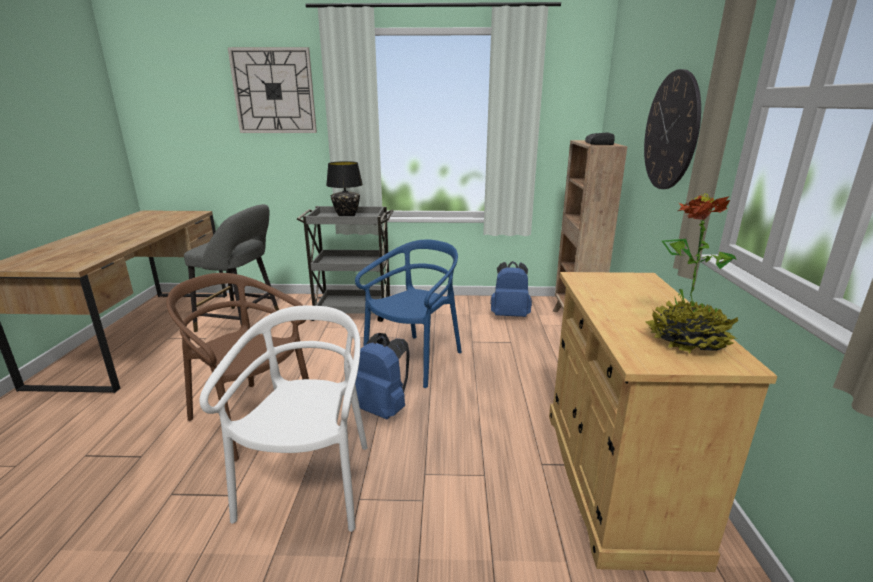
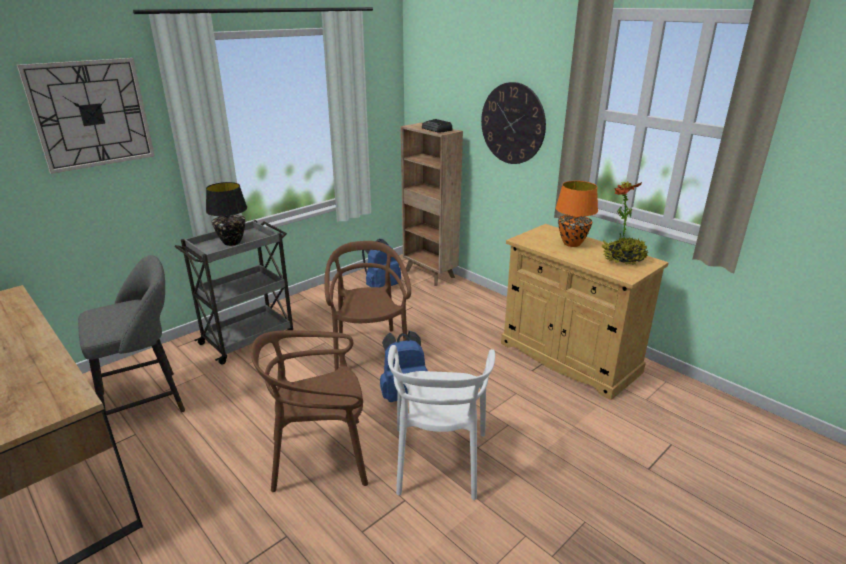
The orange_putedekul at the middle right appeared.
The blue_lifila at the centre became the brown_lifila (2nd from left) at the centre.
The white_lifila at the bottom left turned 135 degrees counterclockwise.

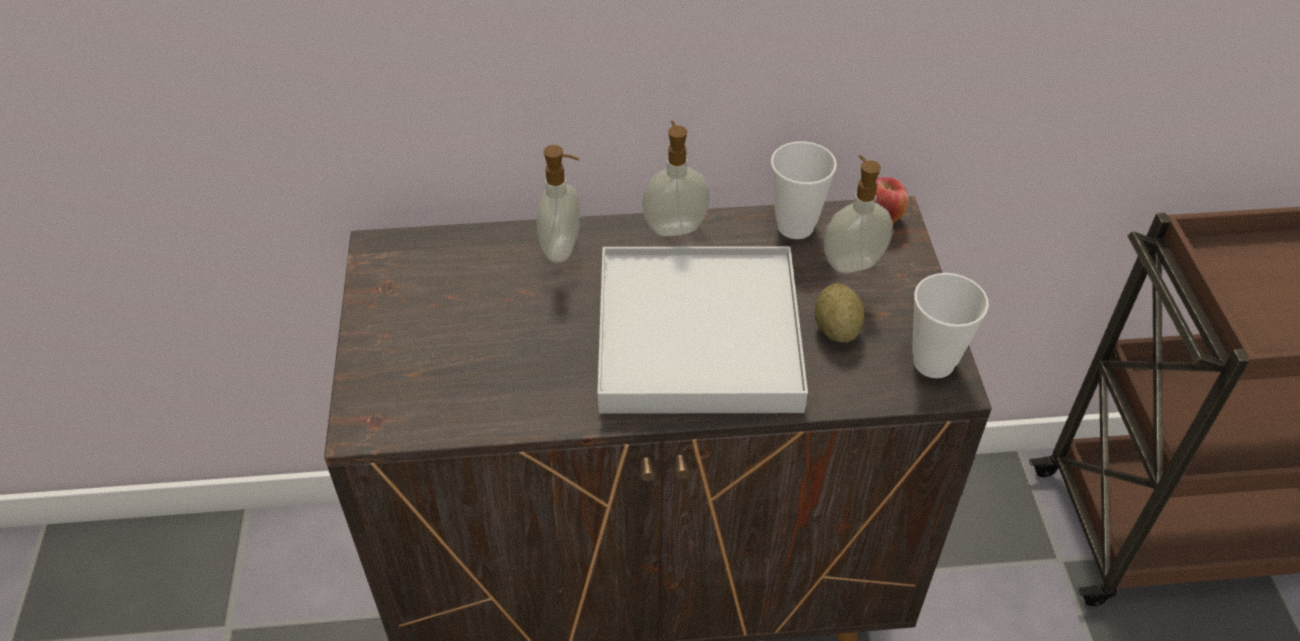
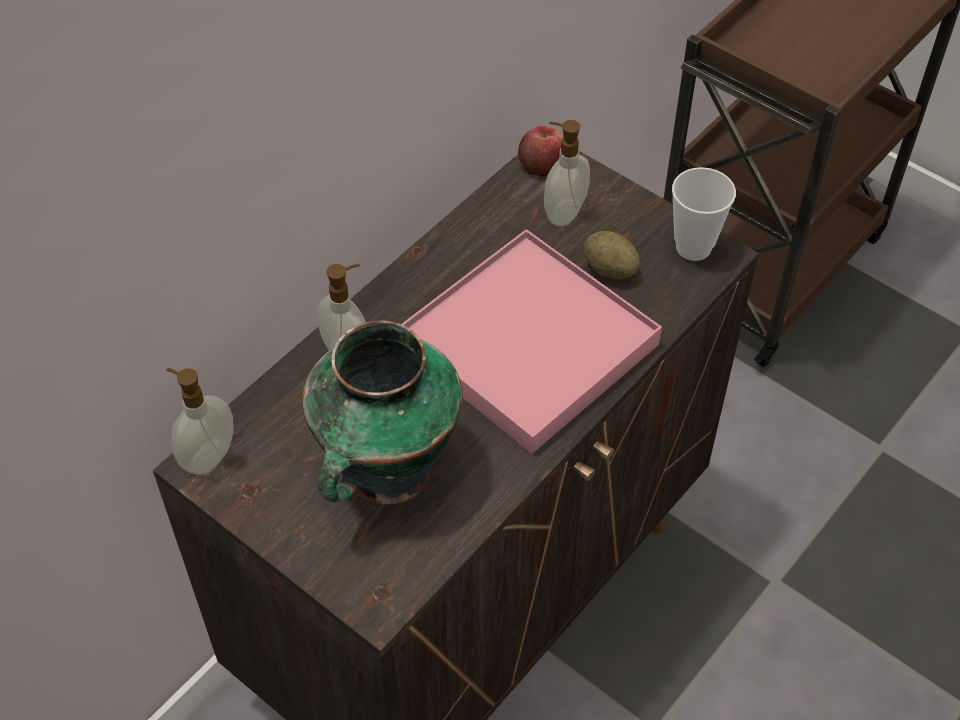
The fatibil (1st from left) at the top centre disappeared.
The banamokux at the centre appeared.
The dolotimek (2nd from left in the first image) moved from the top centre to the middle left.
The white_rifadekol at the centre became the pink_rifadekol at the centre.

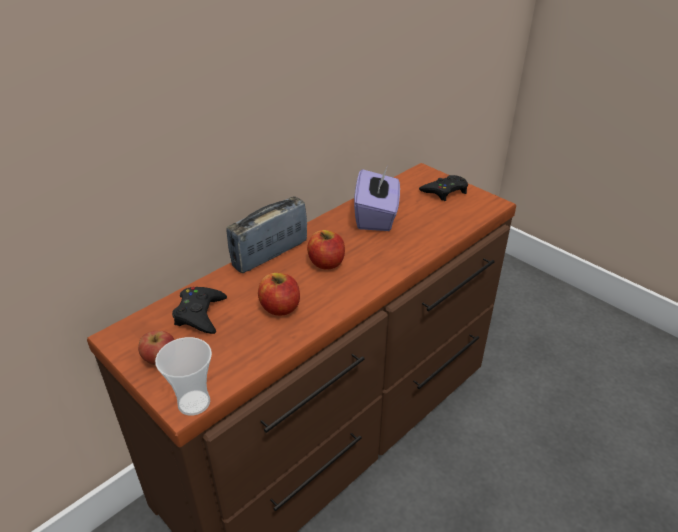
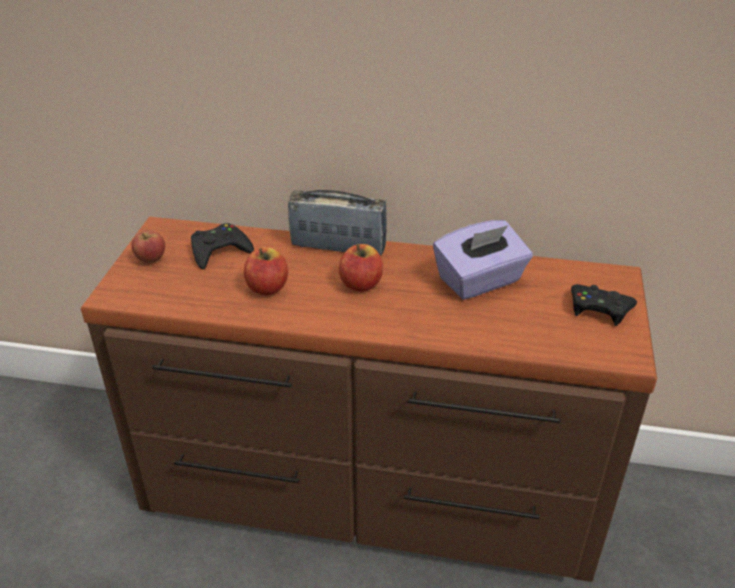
The fatibil at the bottom left disappeared.

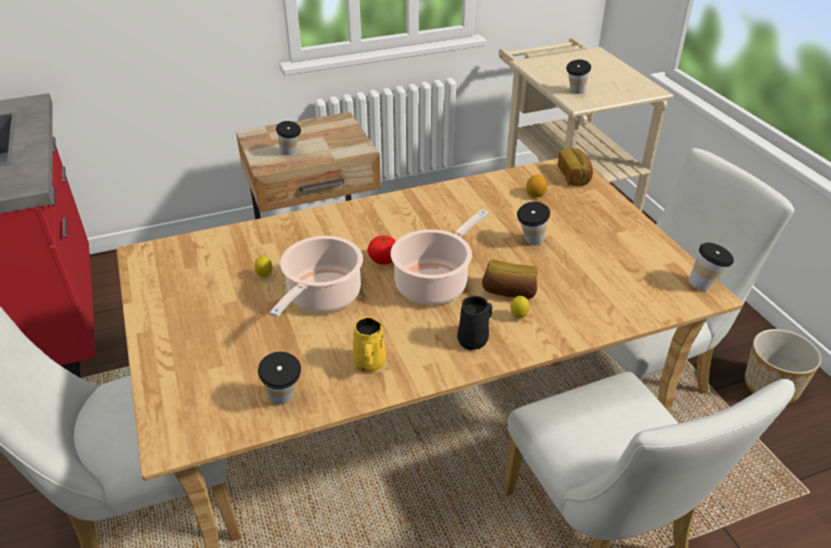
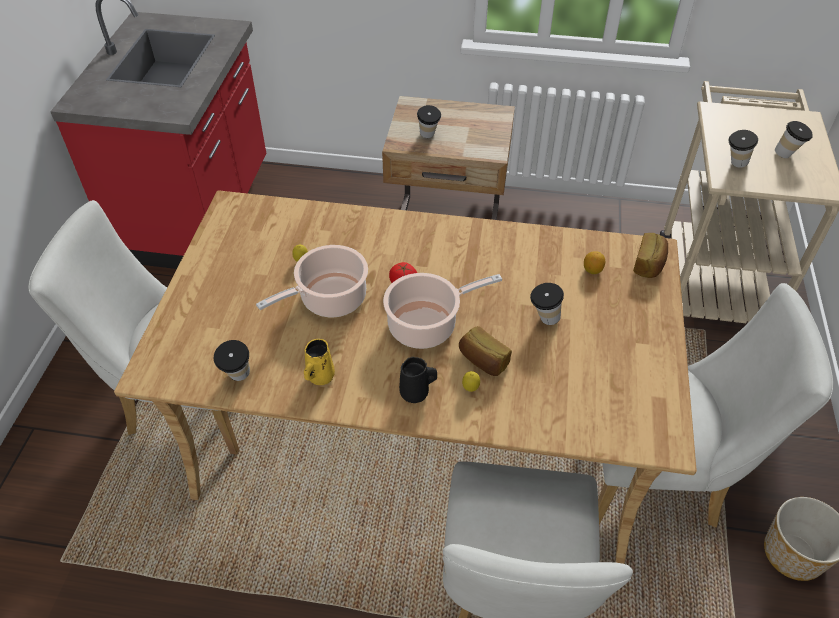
The fatibil (5th from left) moved from the middle right to the top right.

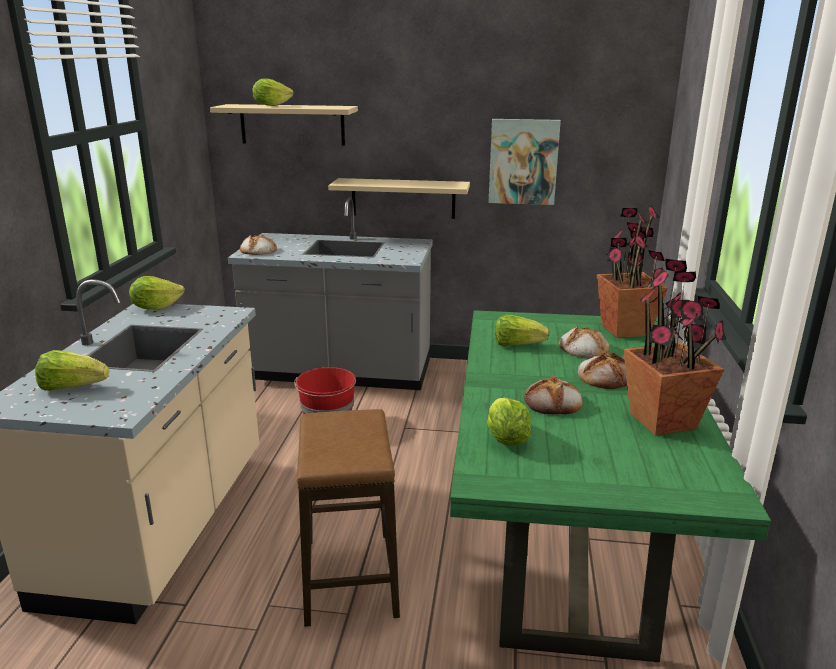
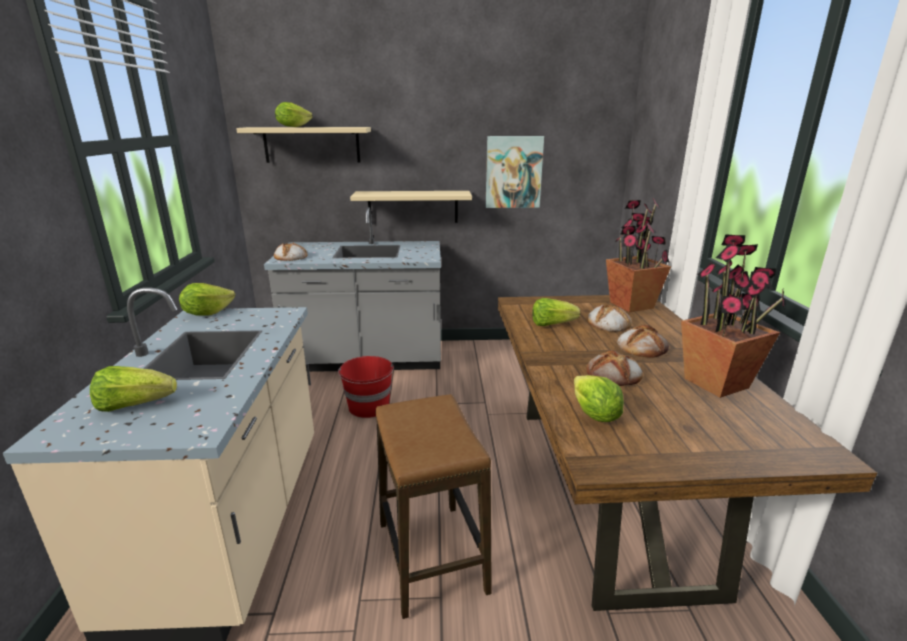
The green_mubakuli at the bottom right became the brown_mubakuli at the bottom right.

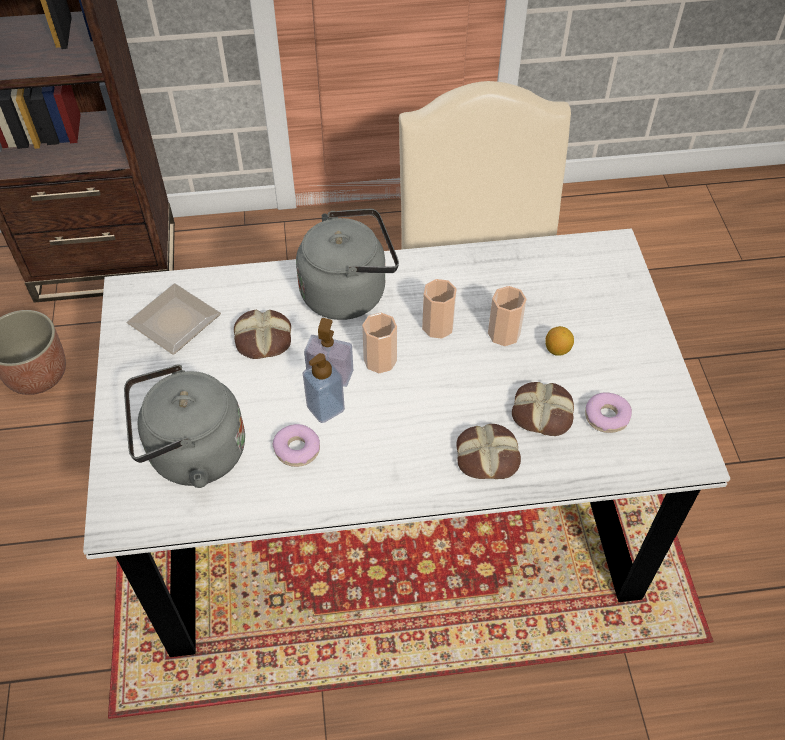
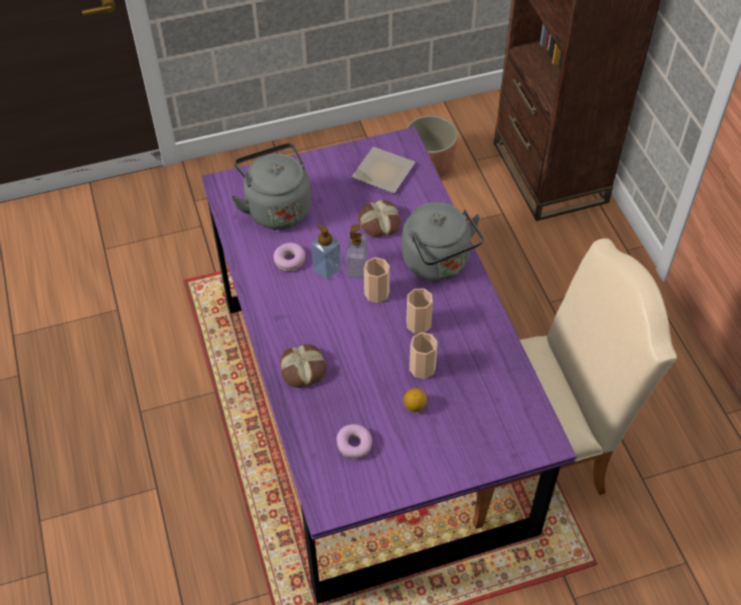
The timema (3rd from left) at the middle right disappeared.
The white_mubakuli at the centre became the purple_mubakuli at the centre.

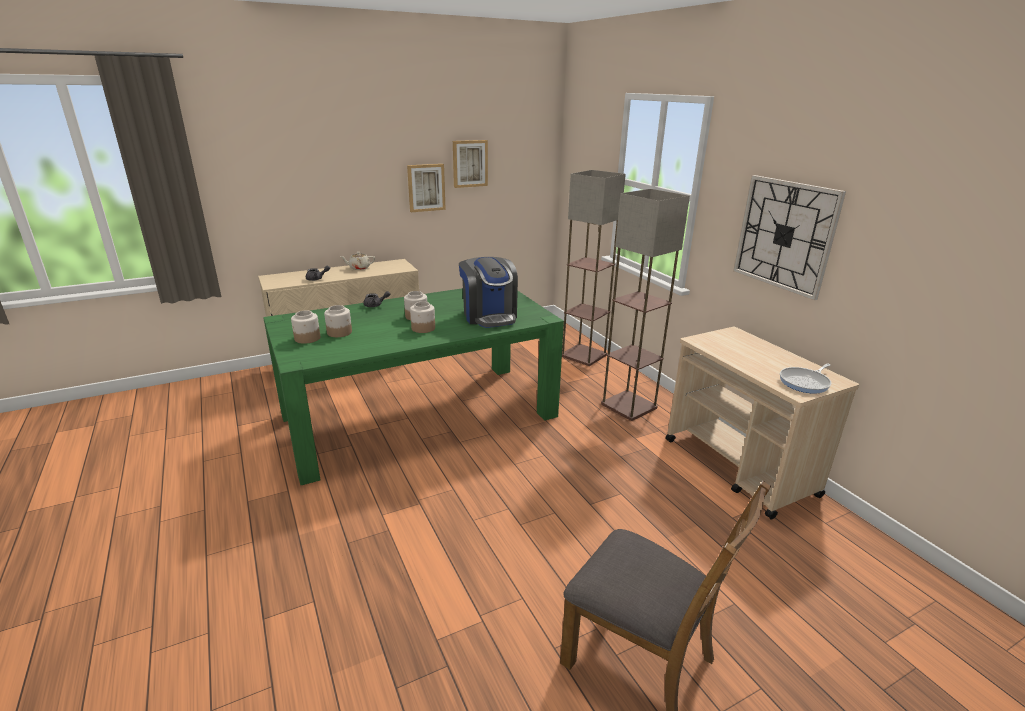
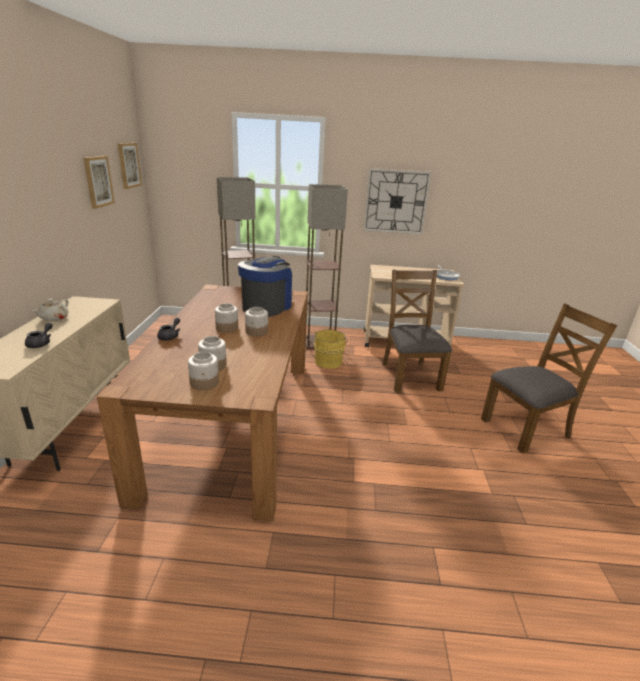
The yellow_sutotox at the centre appeared.
The brown_lifila (1st from left) at the centre appeared.
The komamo (1st from left in the first image) moved from the top centre to the top left.
The green_mubakuli at the centre became the brown_mubakuli at the middle left.
The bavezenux at the centre turned 75 degrees counterclockwise.

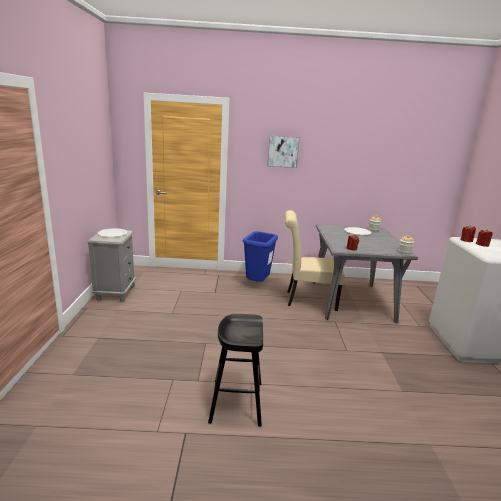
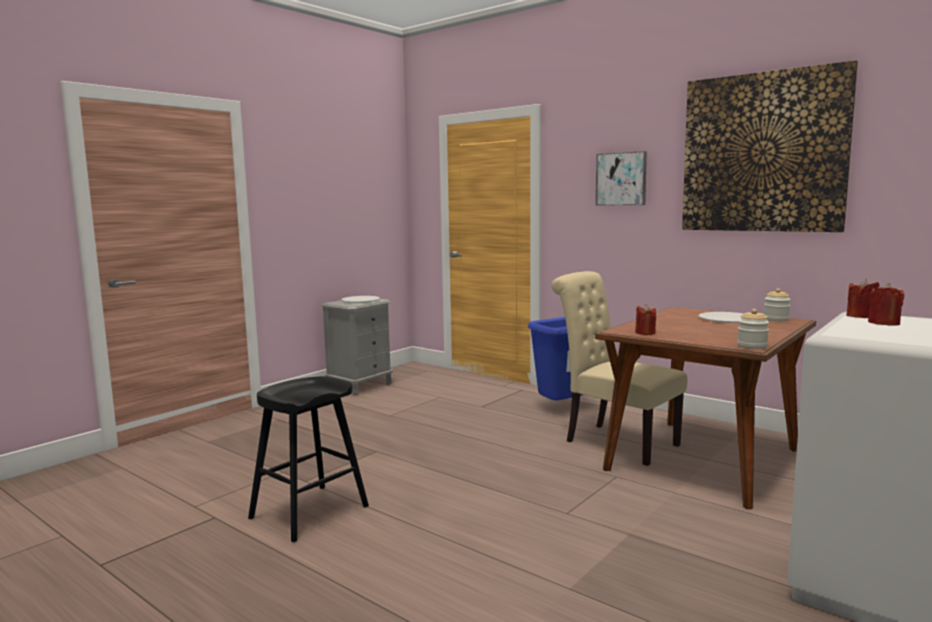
The komamo (2nd from left) at the top right appeared.
The grey_mubakuli at the middle right became the brown_mubakuli at the middle right.

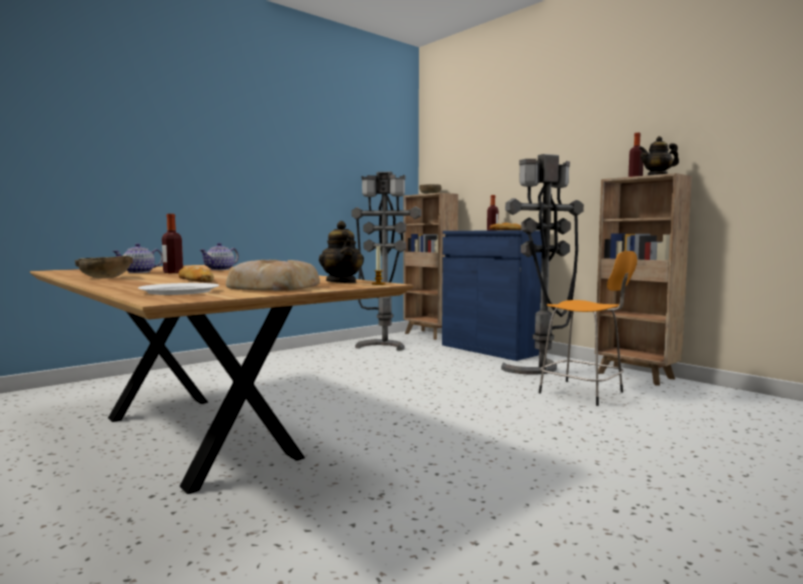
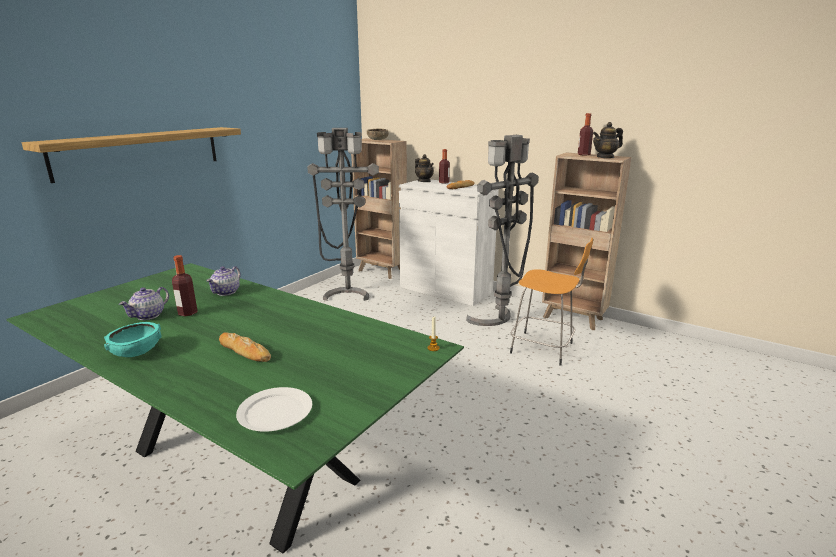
The timema (2nd from left) at the centre disappeared.
The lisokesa at the top left appeared.
The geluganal (3rd from left) moved from the centre to the top centre.
The brown_mubakuli at the middle left became the green_mubakuli at the bottom left.
The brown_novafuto (1st from left) at the middle left became the turquoise_novafuto at the middle left.
The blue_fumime at the centre became the white_fumime at the centre.

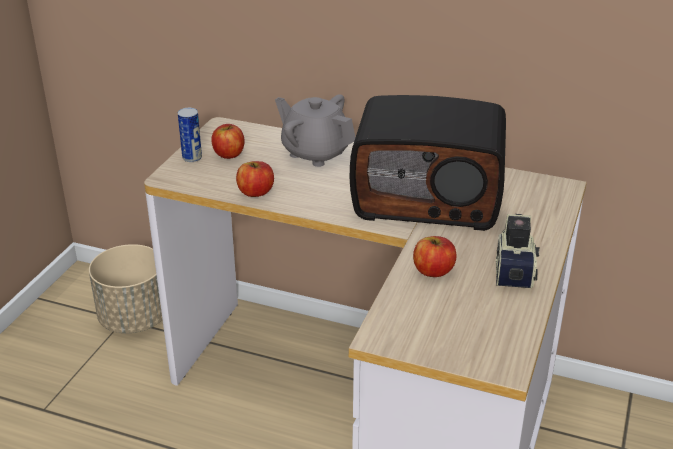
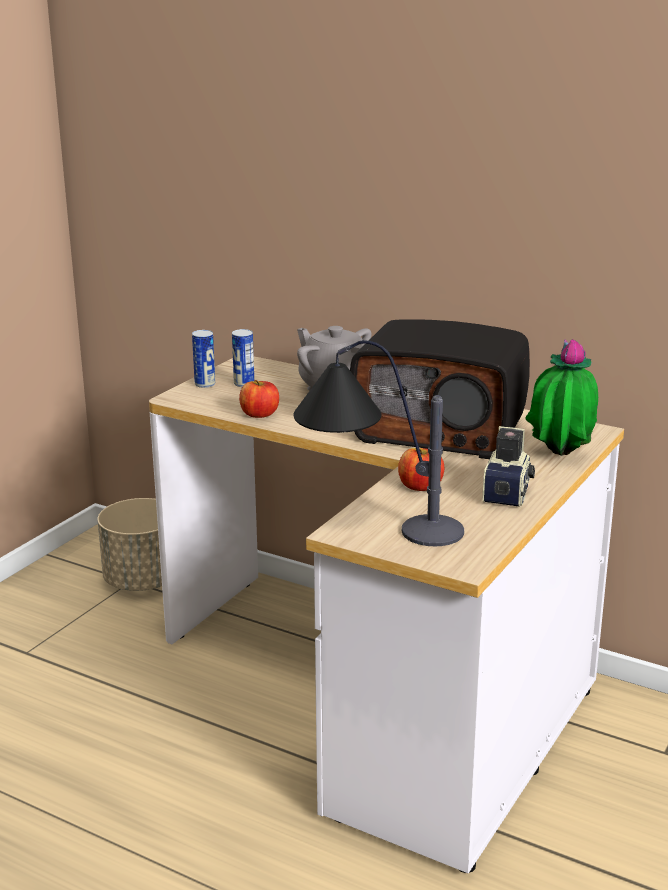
The putedekul at the centre appeared.
The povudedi at the middle right appeared.
The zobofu (1st from left) at the top centre was replaced by the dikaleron (2nd from left) at the centre.

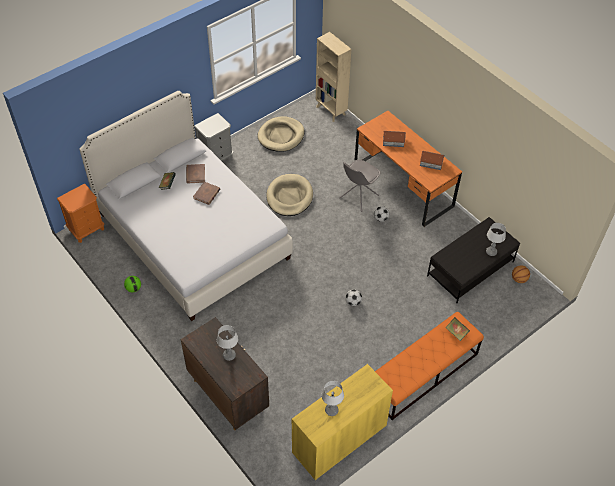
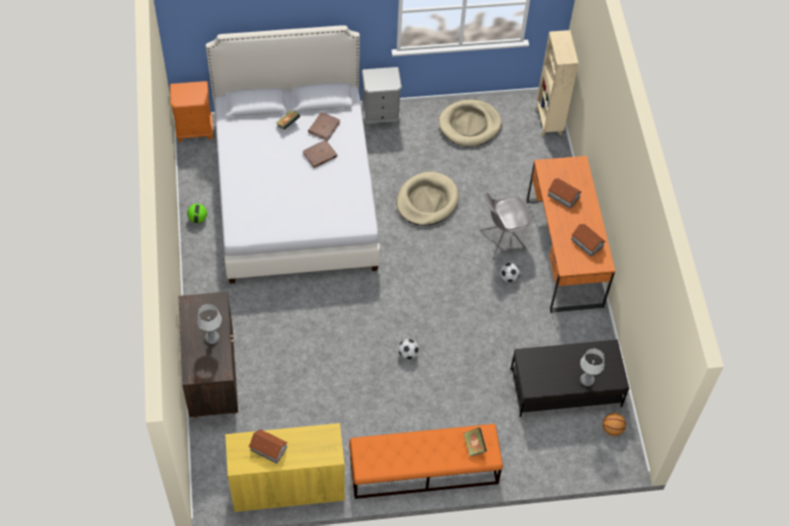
The putedekul (2nd from left) at the bottom centre was replaced by the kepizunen (1st from left) at the bottom centre.

